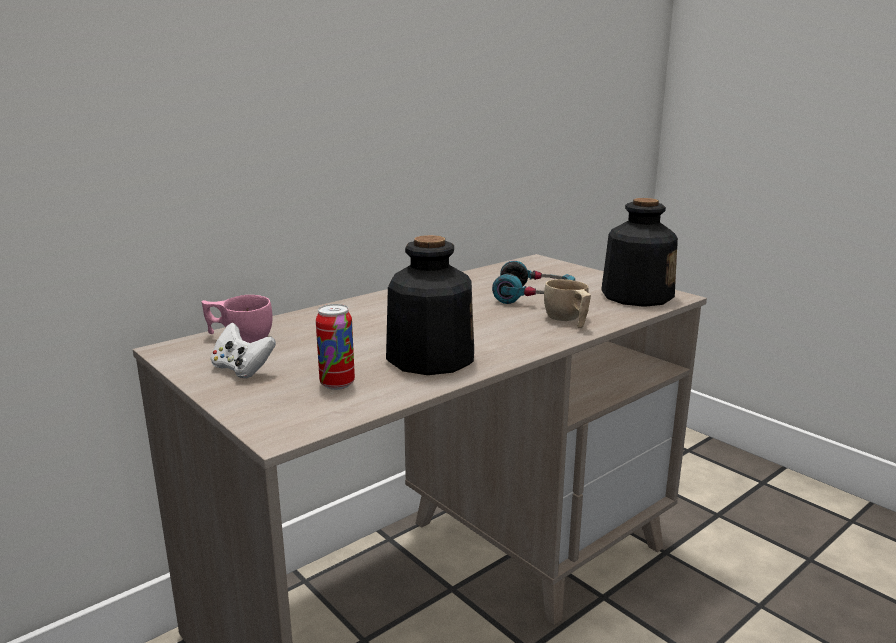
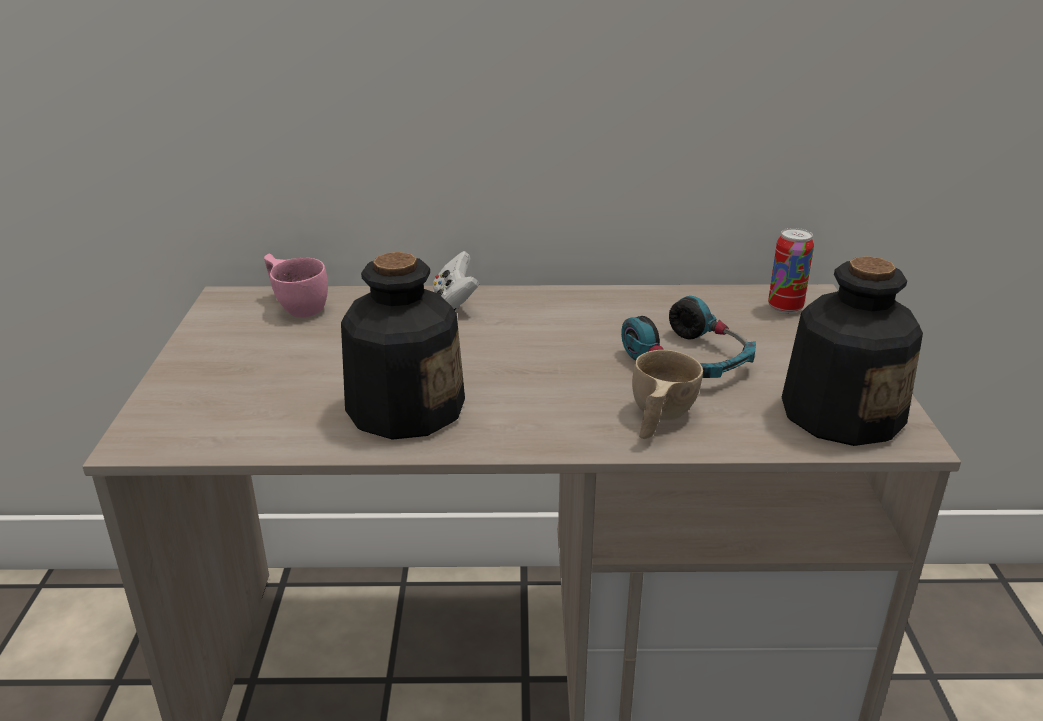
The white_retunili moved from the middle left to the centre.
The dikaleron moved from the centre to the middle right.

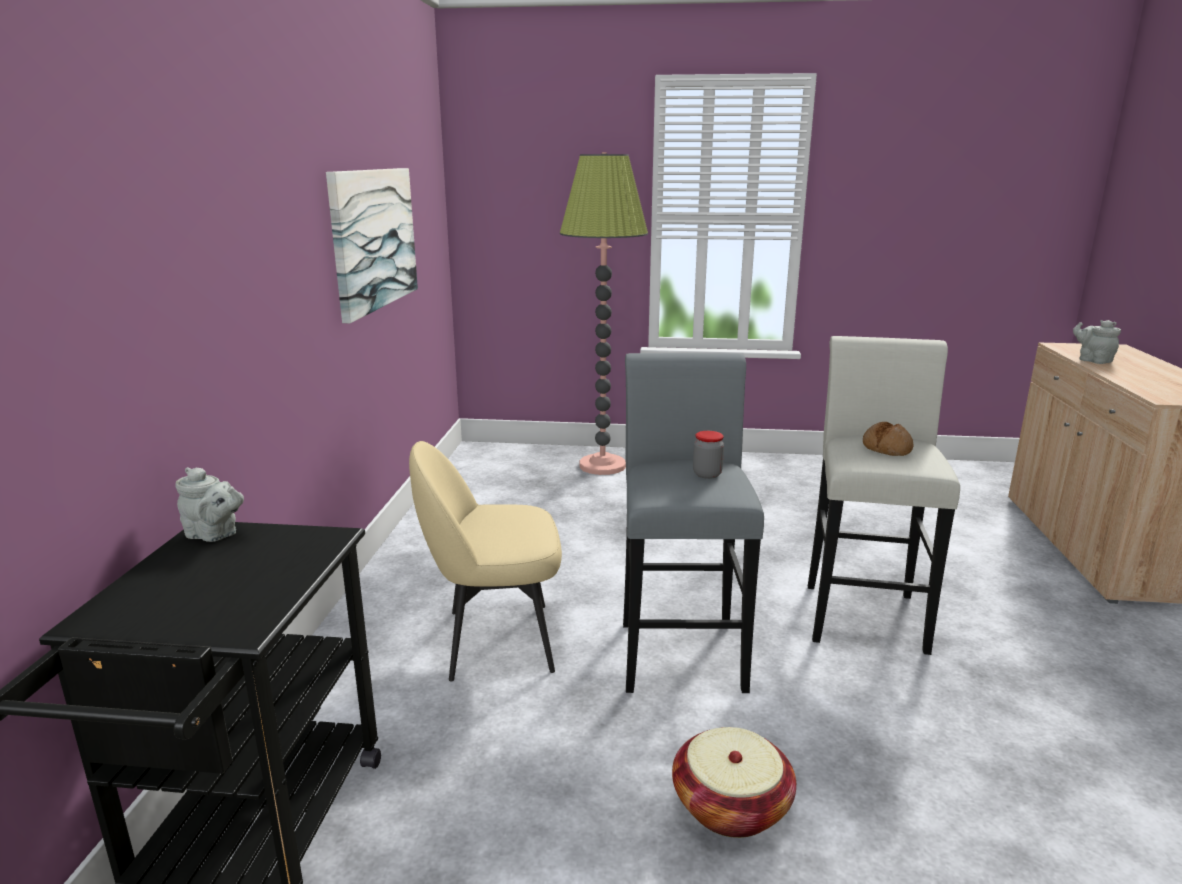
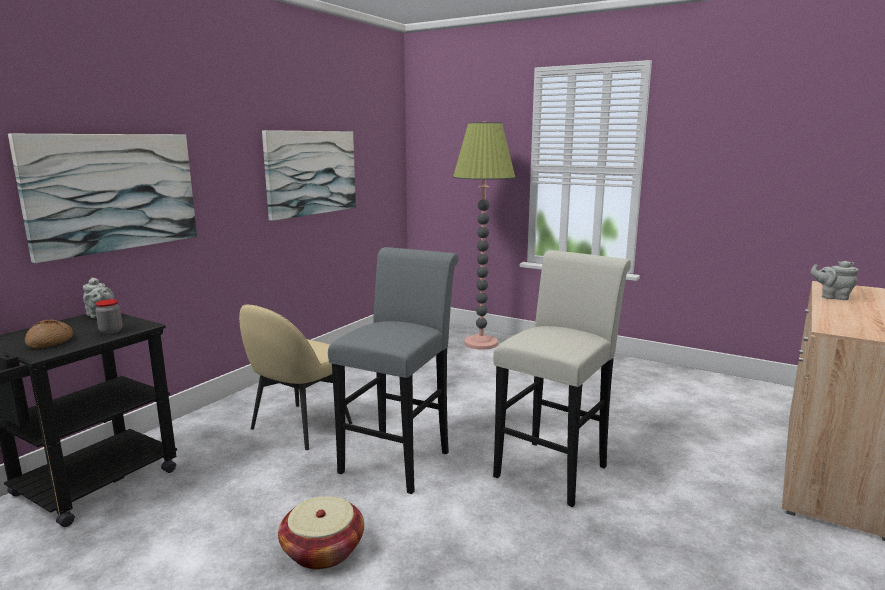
The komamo (1st from left) at the middle left appeared.
The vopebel moved from the centre to the middle left.
The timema moved from the middle right to the middle left.
The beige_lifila at the centre turned 75 degrees counterclockwise.
The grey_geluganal (2nd from left) at the middle right turned 60 degrees counterclockwise.

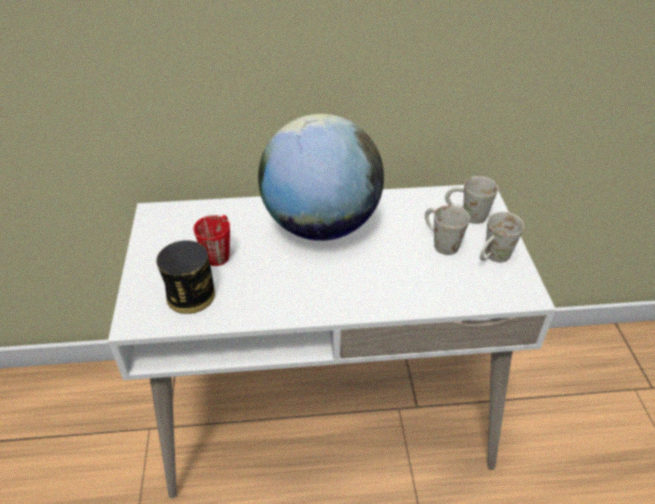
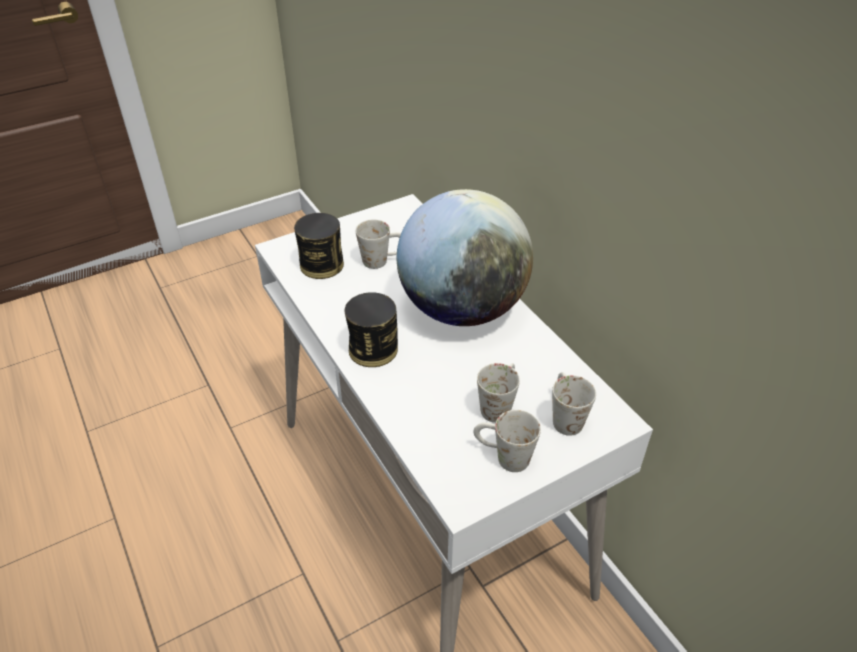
The dikaleron (2nd from left) at the centre appeared.
The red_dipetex at the middle left became the white_dipetex (1st from left) at the centre.

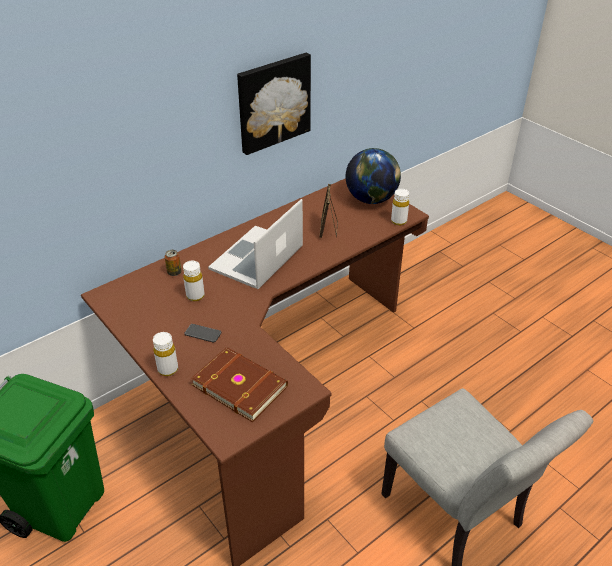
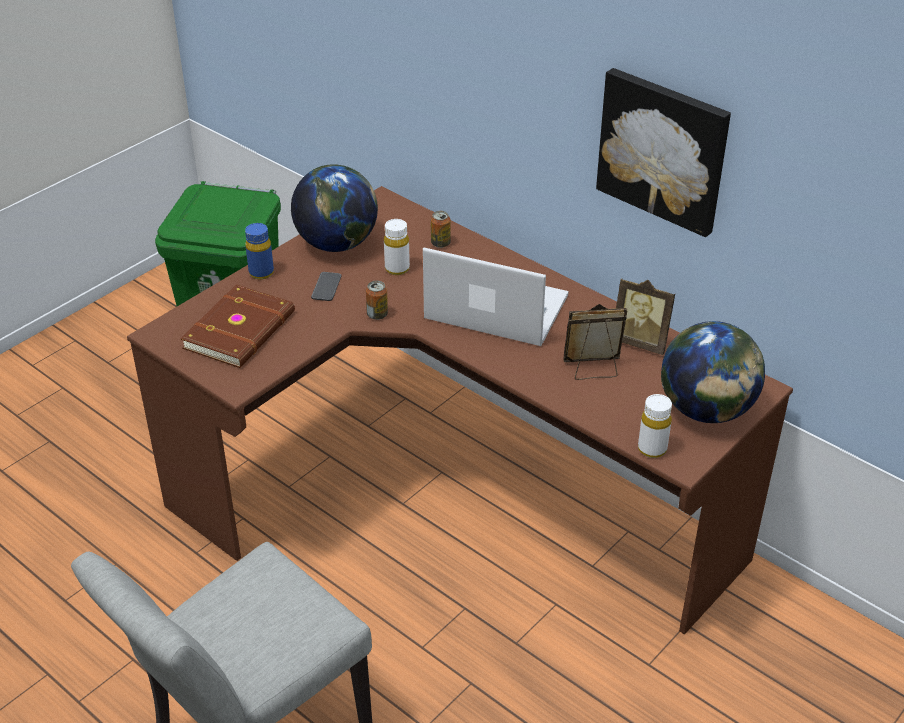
The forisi (1st from left) at the top centre appeared.
The dikaleron (1st from left) at the centre appeared.
The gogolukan (2nd from left) at the middle right appeared.
The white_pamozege (1st from left) at the middle left became the blue_pamozege at the middle left.

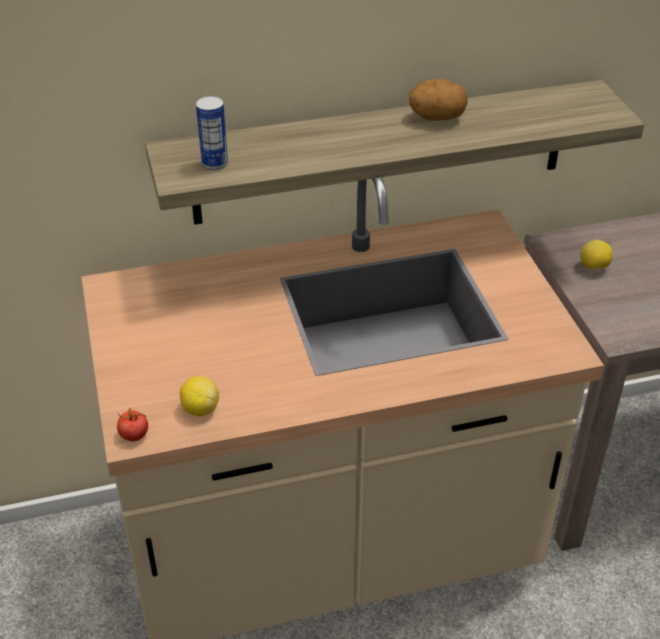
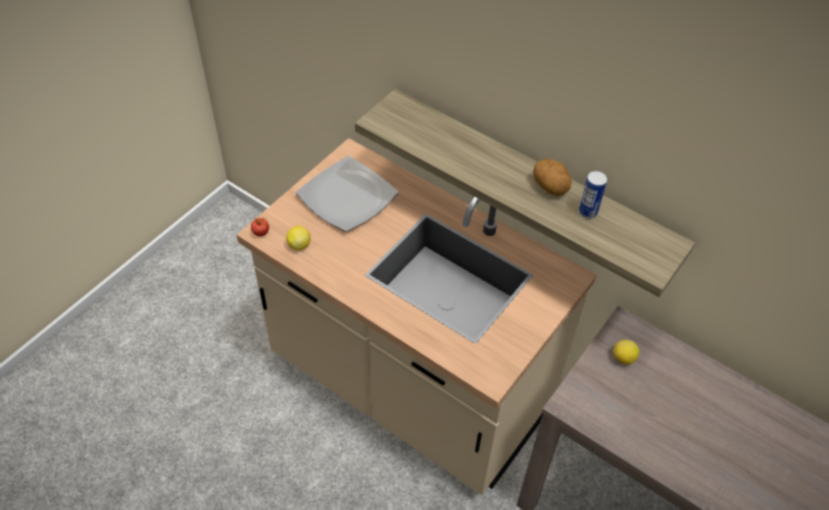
The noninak at the centre appeared.
The dikaleron moved from the top left to the middle right.

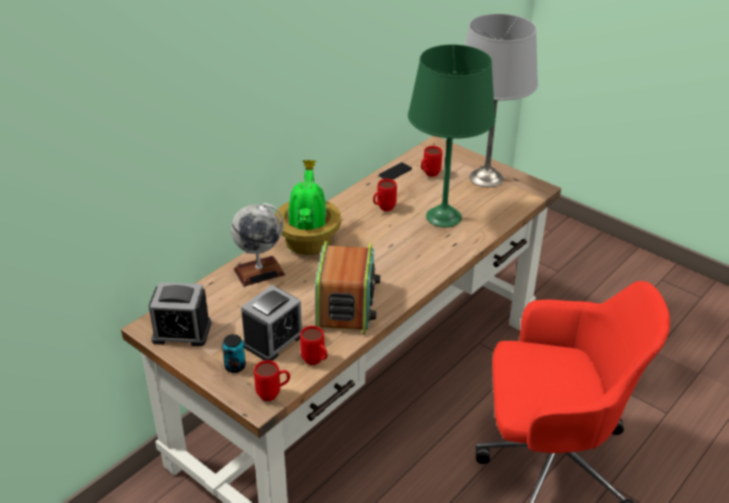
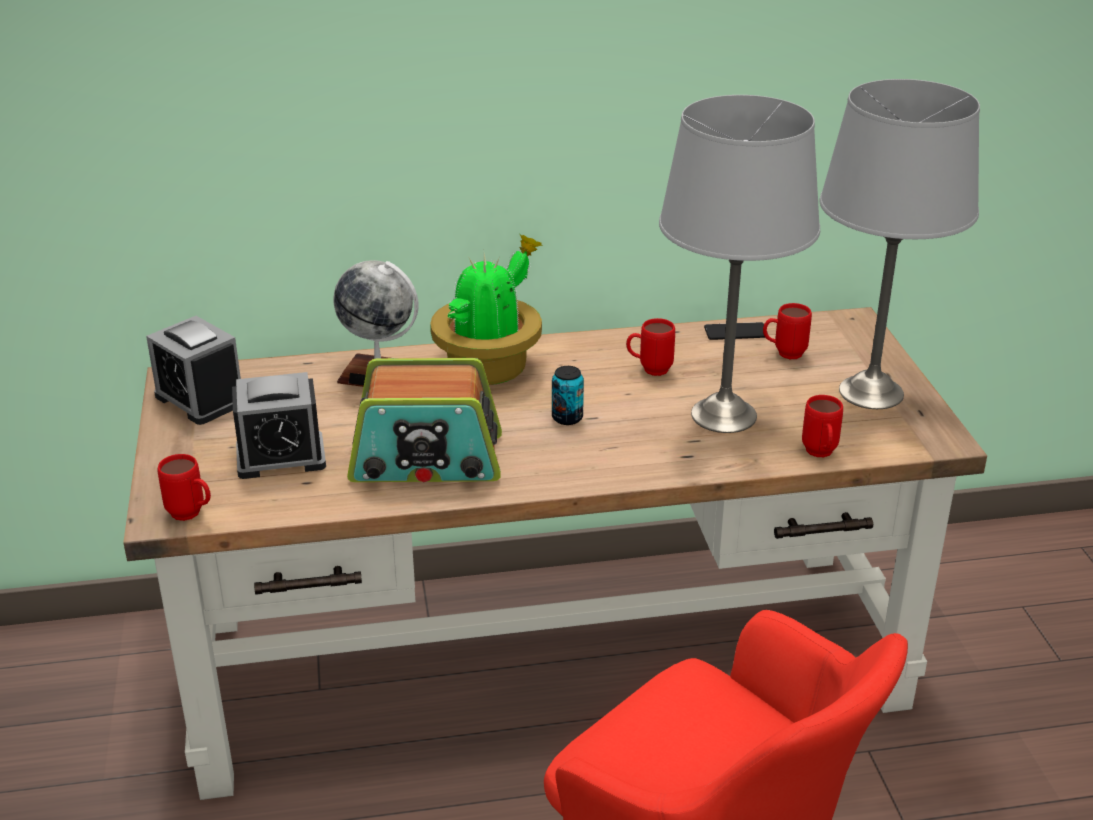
The dikaleron moved from the bottom left to the centre.
The red_dipetex (2nd from left in the first image) moved from the bottom centre to the middle right.
The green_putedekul at the top centre became the grey_putedekul (1st from left) at the top right.
The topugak at the centre turned 45 degrees clockwise.

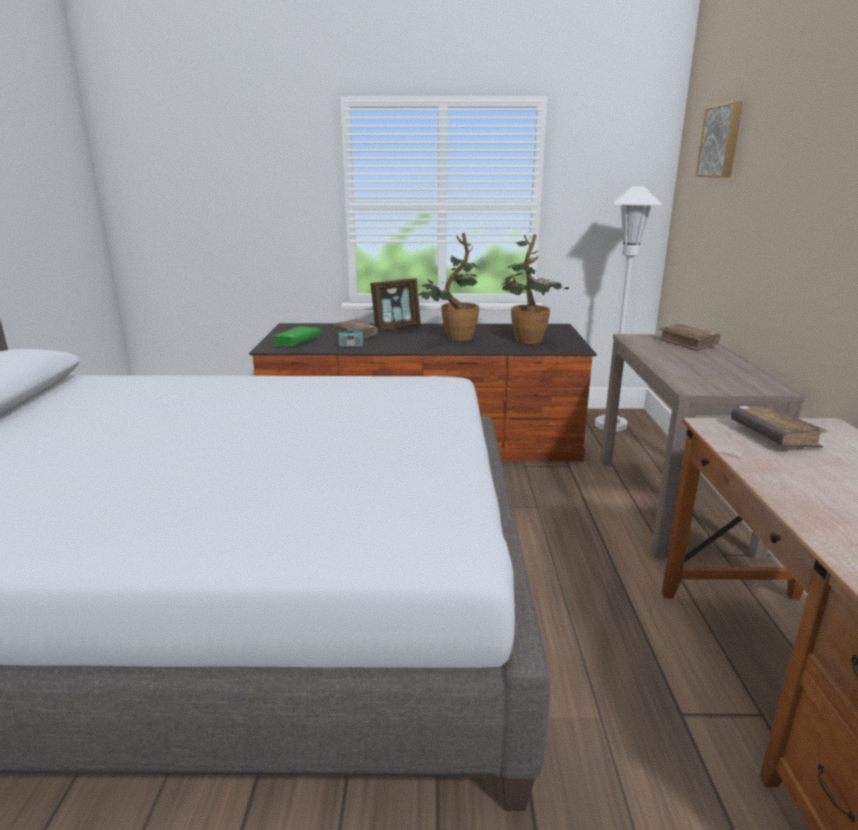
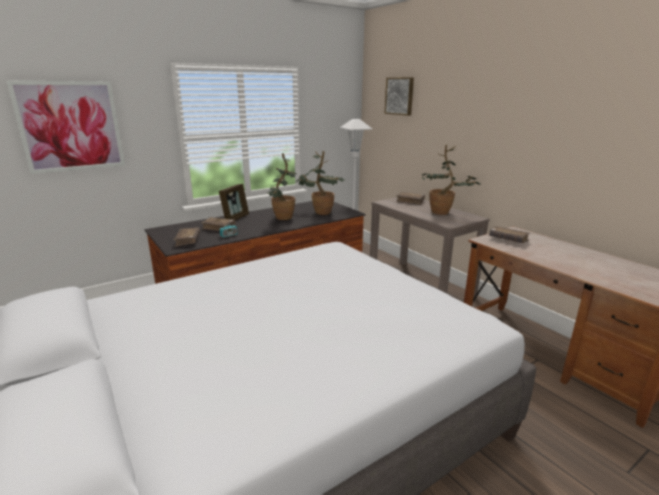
The komamo (1st from left) at the top left appeared.
The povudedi (3rd from left) at the middle right appeared.
The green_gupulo at the centre became the brown_gupulo (1st from left) at the middle left.

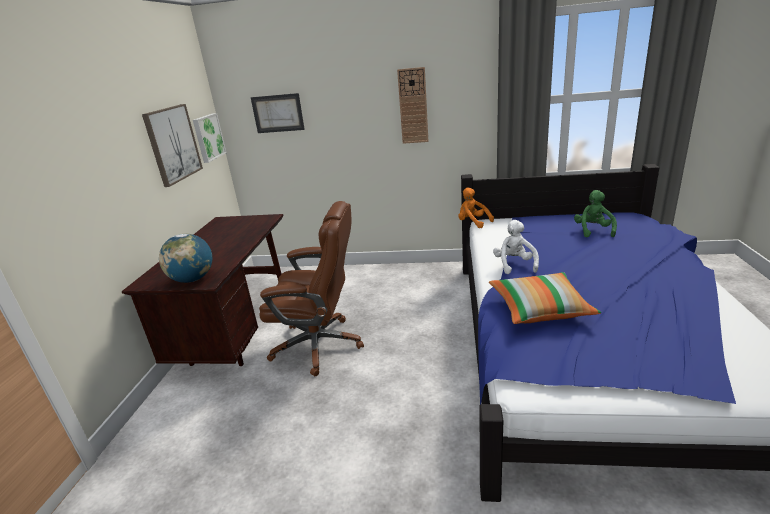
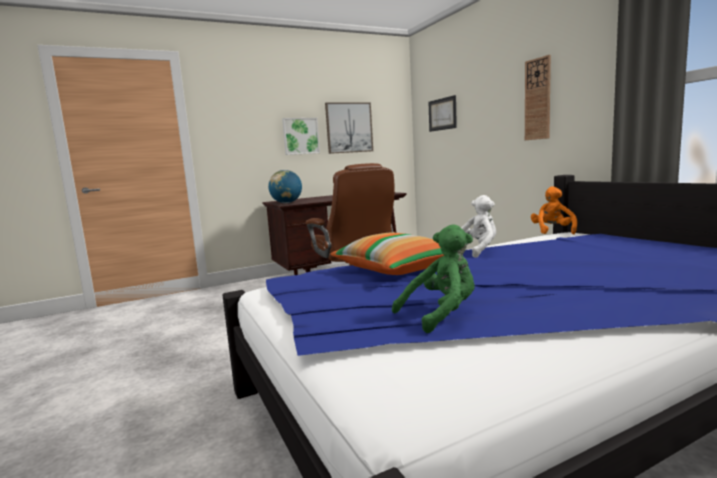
The komamo (2nd from left in the first image) moved from the top left to the top centre.
The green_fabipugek moved from the middle right to the centre.

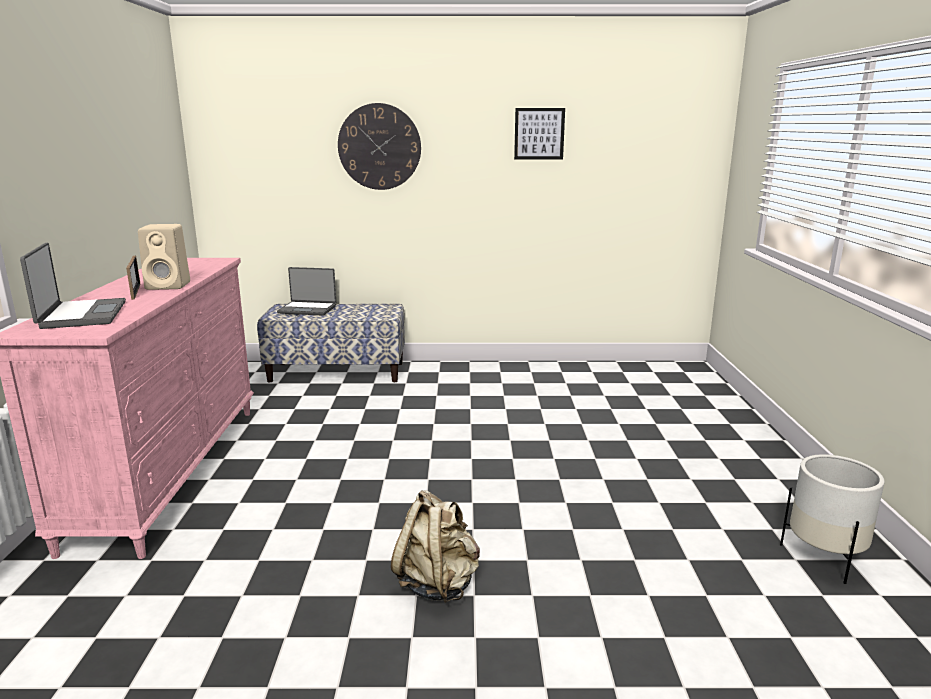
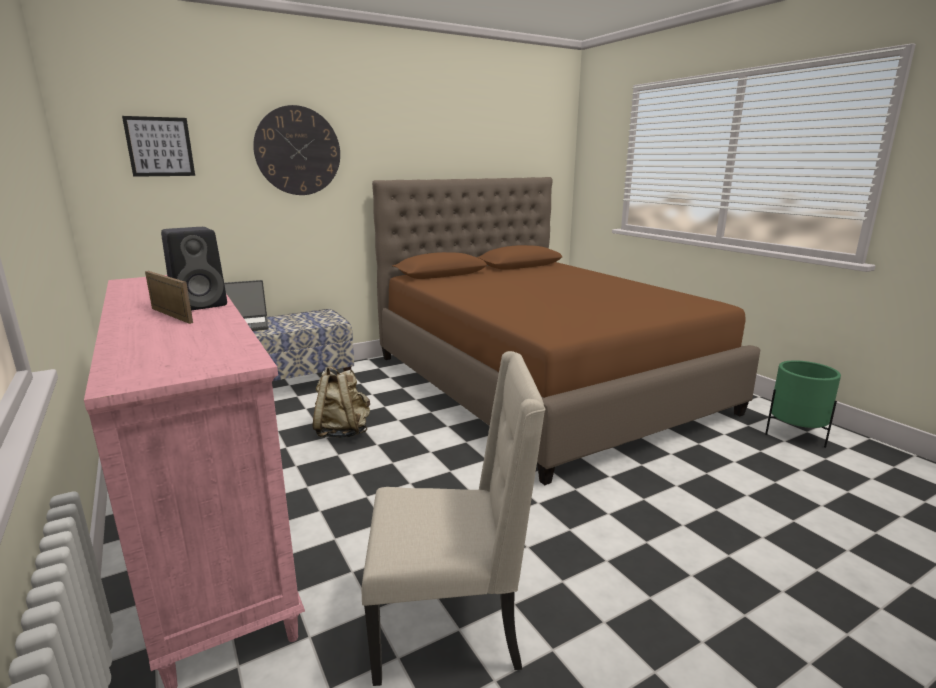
The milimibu (1st from left) at the middle left disappeared.
The beige_lifila at the bottom centre appeared.
The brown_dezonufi at the centre appeared.
The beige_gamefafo moved from the bottom centre to the centre.
The komamo moved from the top centre to the top left.
The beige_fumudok at the middle left became the black_fumudok at the middle left.
The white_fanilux at the bottom right became the green_fanilux at the middle right.

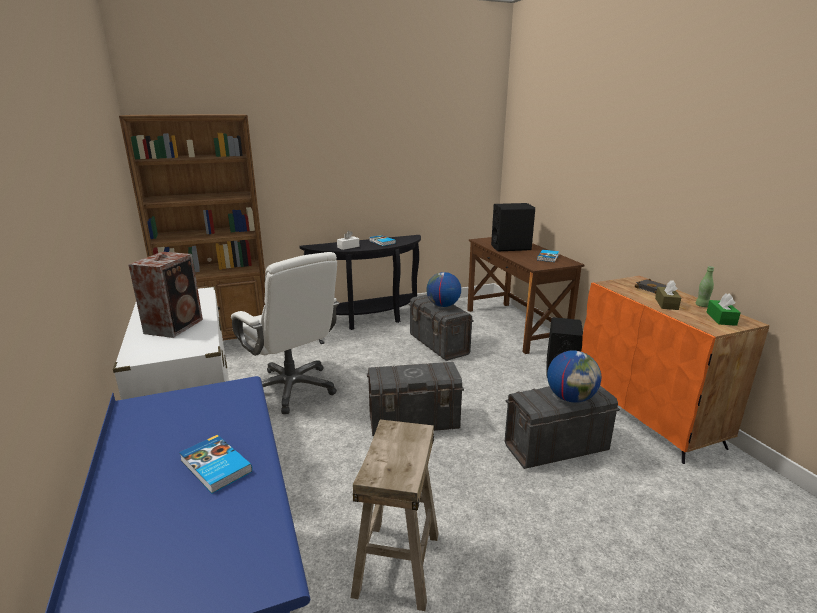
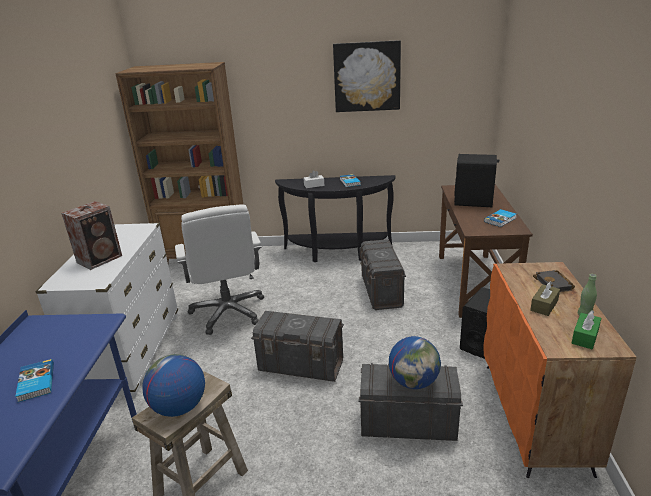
The komamo at the top centre appeared.
The forisi (1st from left) moved from the centre to the bottom left.

